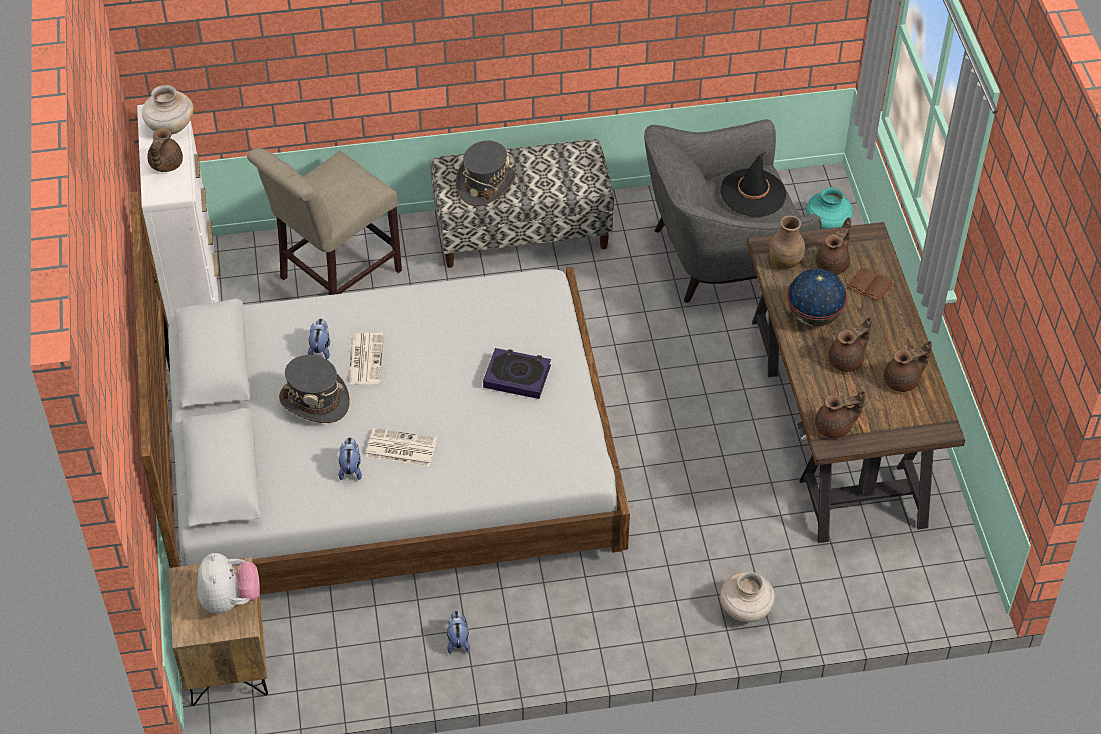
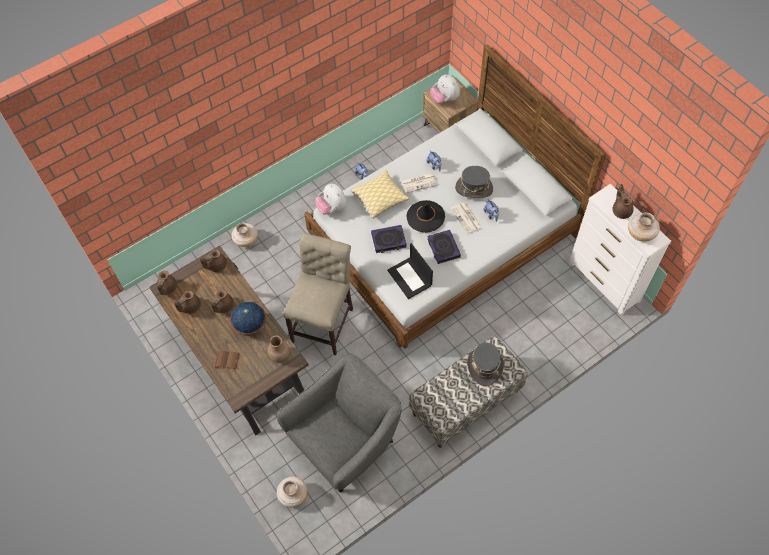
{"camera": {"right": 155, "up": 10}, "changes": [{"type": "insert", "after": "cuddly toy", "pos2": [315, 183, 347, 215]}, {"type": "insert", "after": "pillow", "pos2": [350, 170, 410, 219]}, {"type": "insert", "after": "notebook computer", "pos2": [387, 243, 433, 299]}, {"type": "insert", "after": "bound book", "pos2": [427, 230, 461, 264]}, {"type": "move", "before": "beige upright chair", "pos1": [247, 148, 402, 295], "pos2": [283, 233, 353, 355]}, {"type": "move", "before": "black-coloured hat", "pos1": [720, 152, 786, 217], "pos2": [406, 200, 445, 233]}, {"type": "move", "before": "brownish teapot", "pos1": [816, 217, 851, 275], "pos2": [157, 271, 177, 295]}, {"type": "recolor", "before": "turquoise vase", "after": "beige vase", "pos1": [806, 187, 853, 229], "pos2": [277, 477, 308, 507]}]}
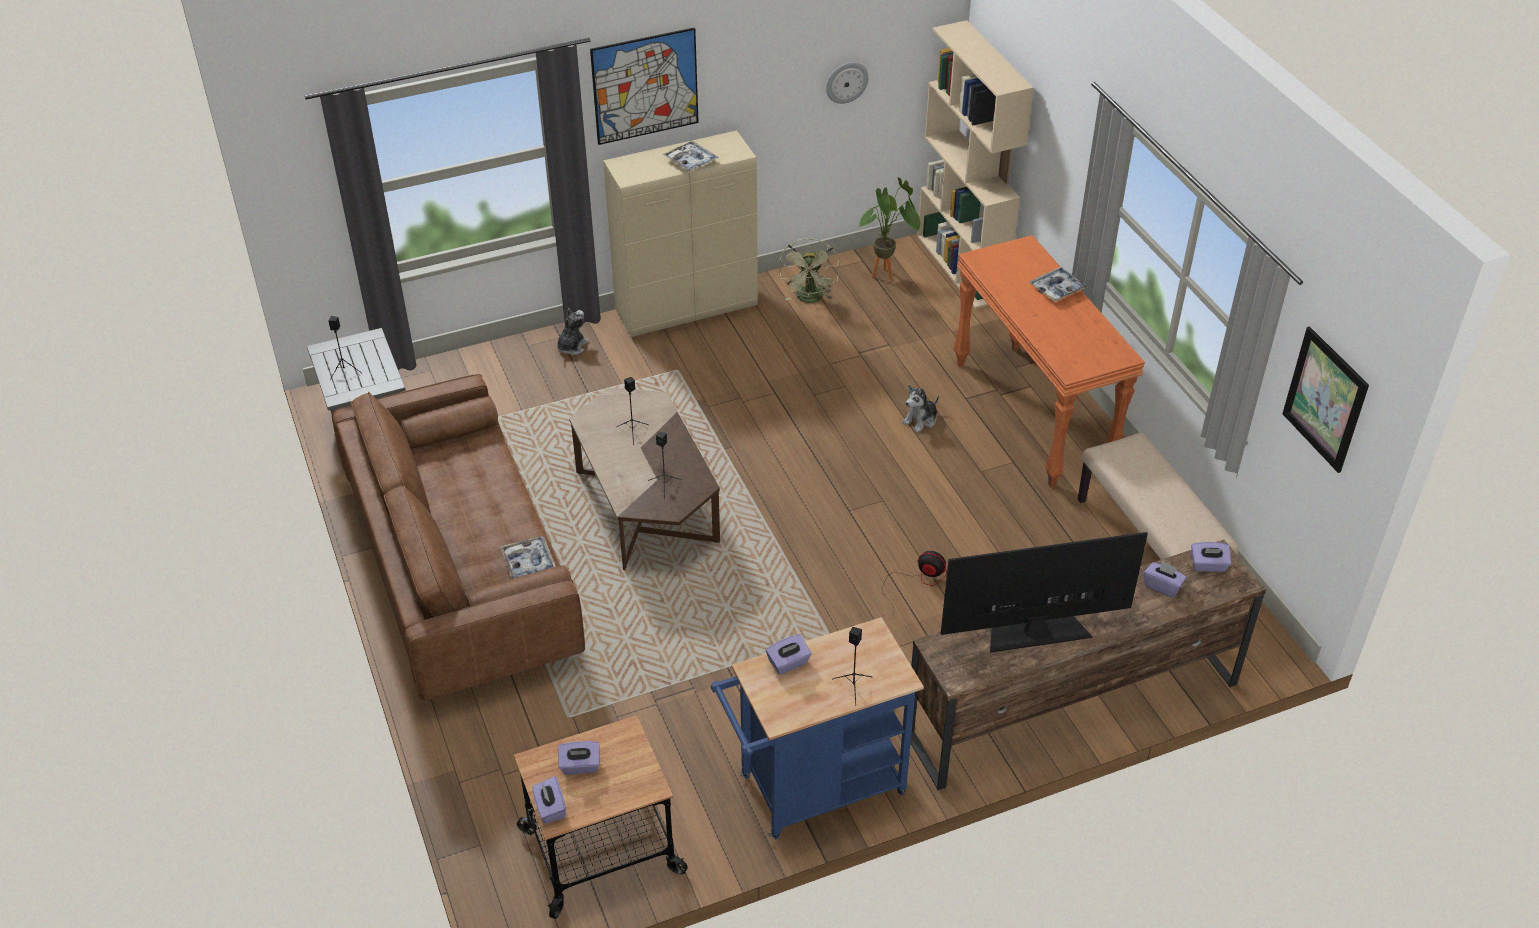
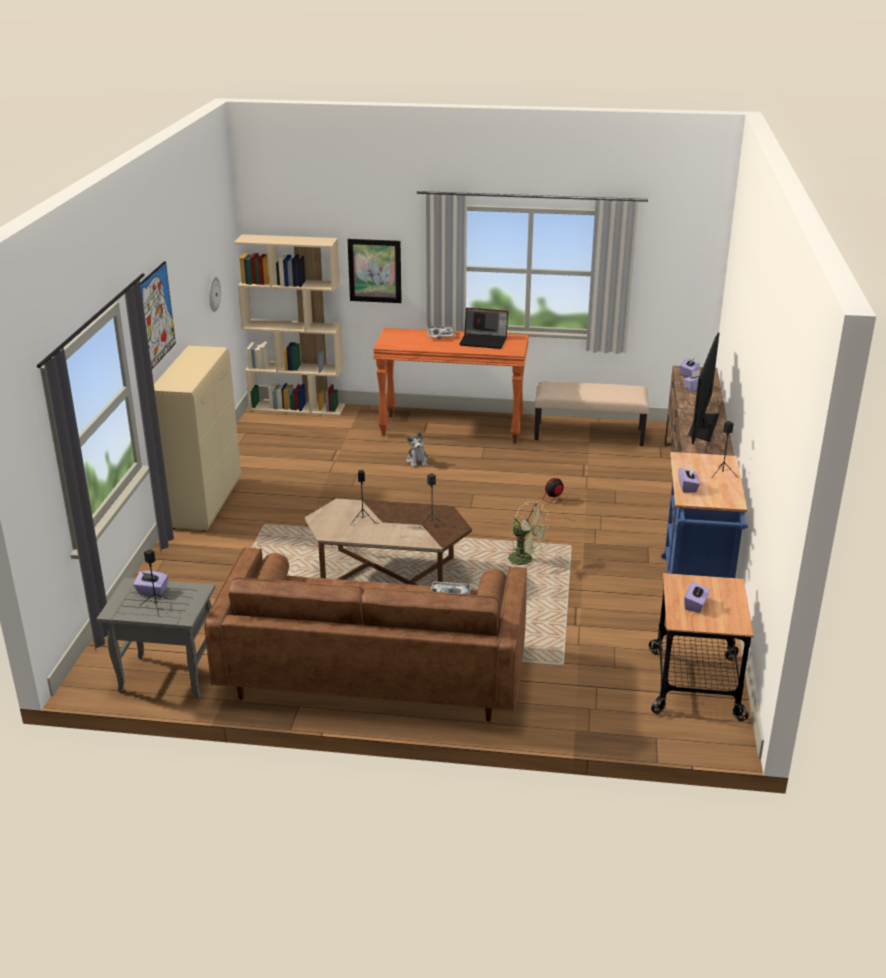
{"camera": {"right": -60, "up": -15}, "changes": [{"type": "delete", "before": "cuddly toy", "pos1": [557, 308, 589, 355]}, {"type": "delete", "before": "carrying tray", "pos1": [663, 141, 719, 172]}, {"type": "delete", "before": "houseplant", "pos1": [858, 177, 920, 281]}, {"type": "insert", "after": "notebook computer", "pos2": [459, 308, 508, 349]}, {"type": "move", "before": "purple-coloured tissue box", "pos1": [532, 776, 566, 823], "pos2": [133, 571, 168, 596]}, {"type": "move", "before": "green-coloured cooling fan", "pos1": [779, 238, 840, 303], "pos2": [508, 501, 551, 565]}, {"type": "move", "before": "picture", "pos1": [1282, 326, 1369, 473], "pos2": [348, 239, 402, 303]}]}
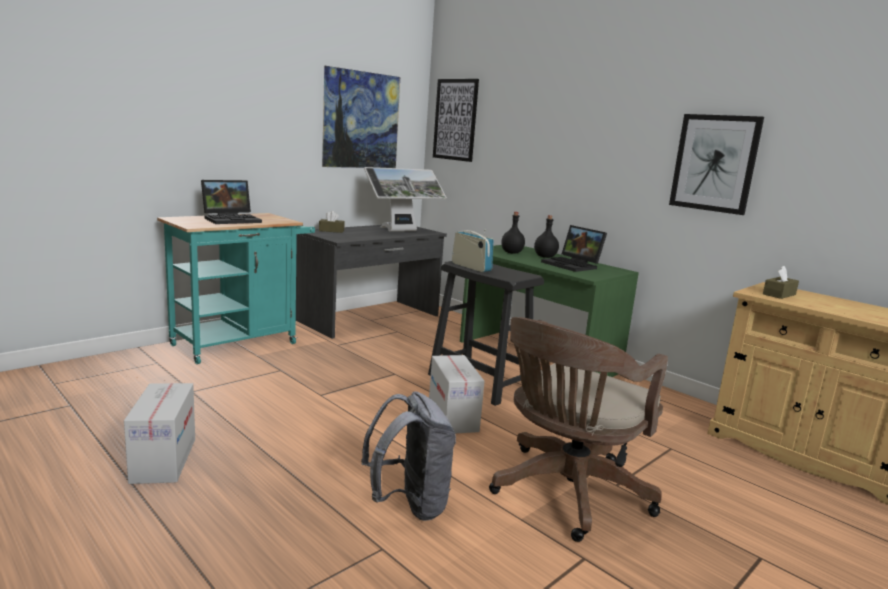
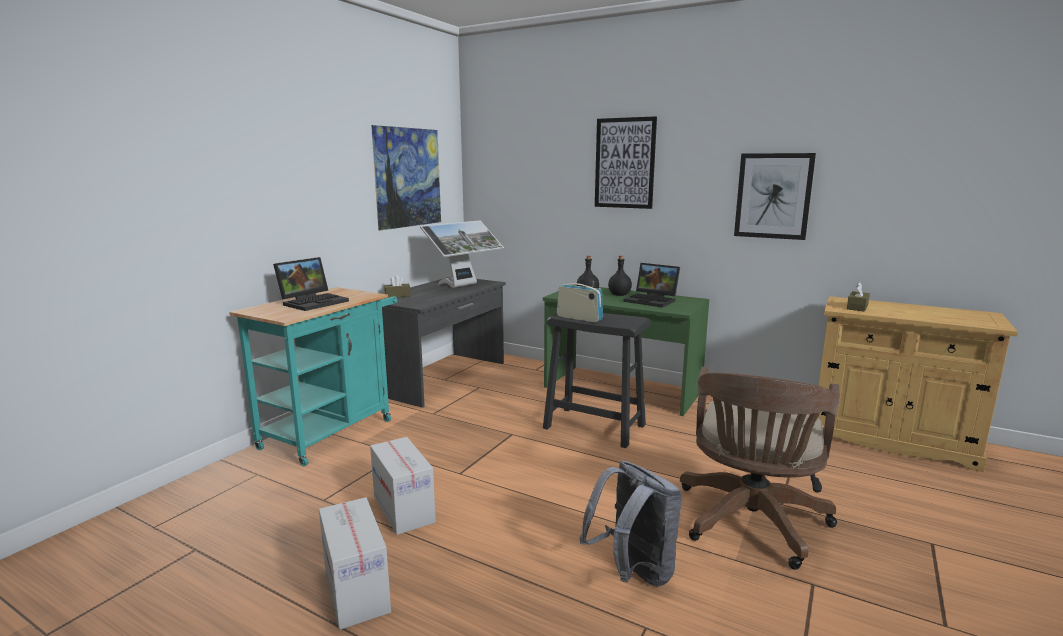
{"camera": {"right": -15, "up": 0}, "changes": [{"type": "move", "before": "carton", "pos1": [429, 355, 485, 433], "pos2": [370, 437, 436, 535]}, {"type": "move", "before": "picture", "pos1": [433, 79, 479, 162], "pos2": [595, 116, 657, 209]}]}
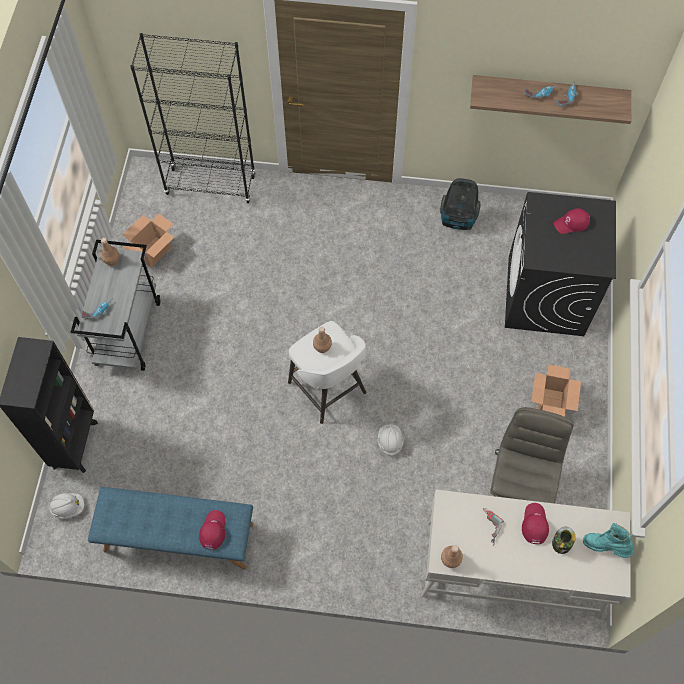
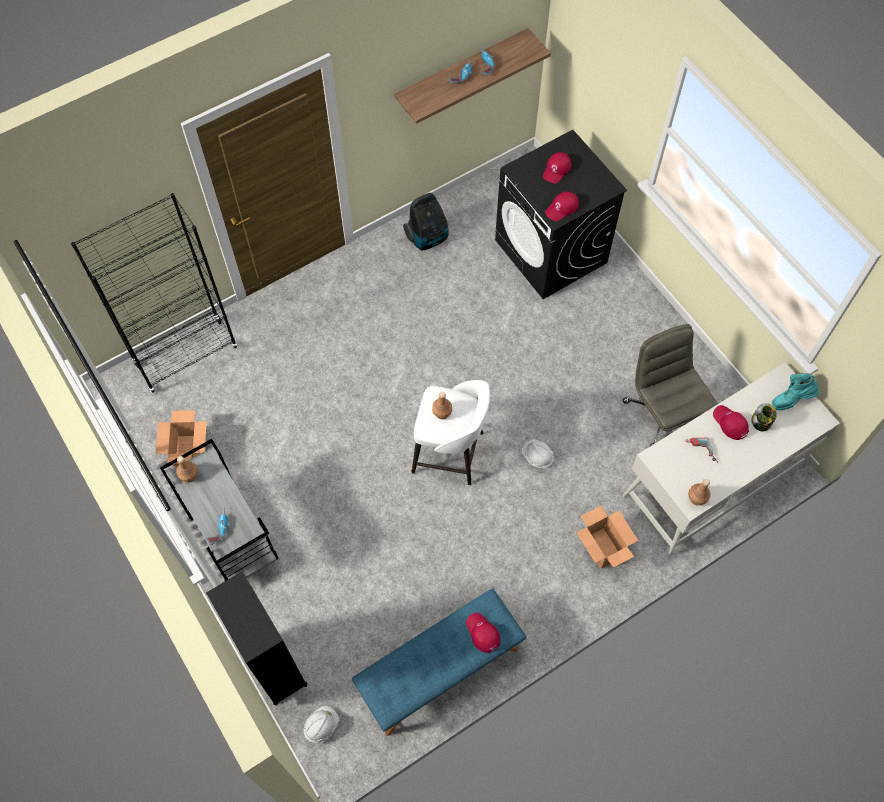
{"camera": {"right": -40, "up": 0}, "changes": [{"type": "insert", "after": "red peaked cap", "pos2": [545, 191, 579, 221]}, {"type": "move", "before": "carton", "pos1": [531, 364, 581, 417], "pos2": [576, 506, 638, 569]}]}
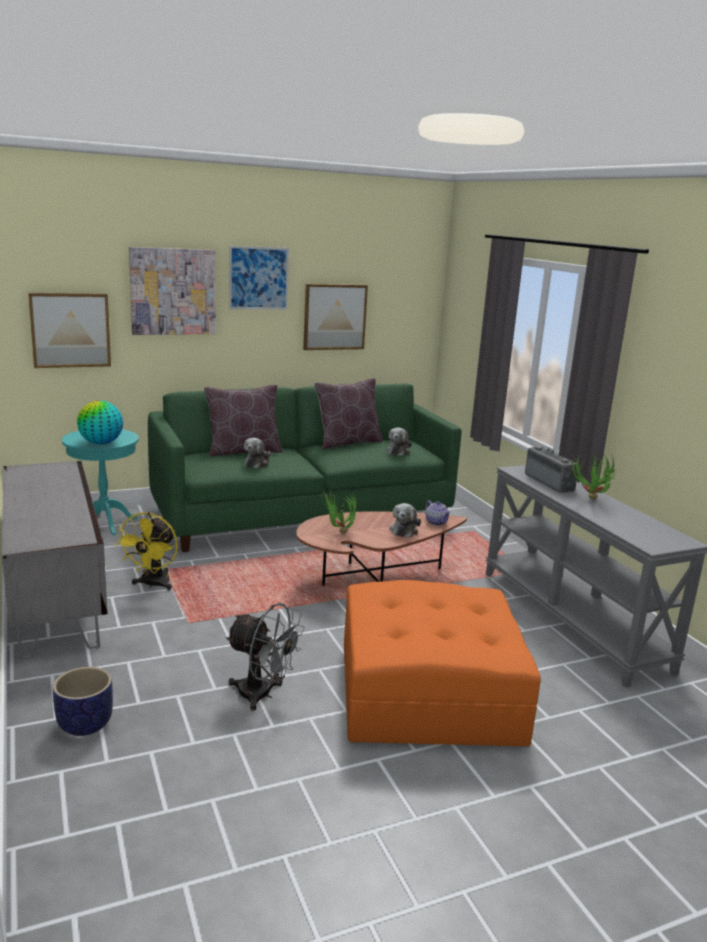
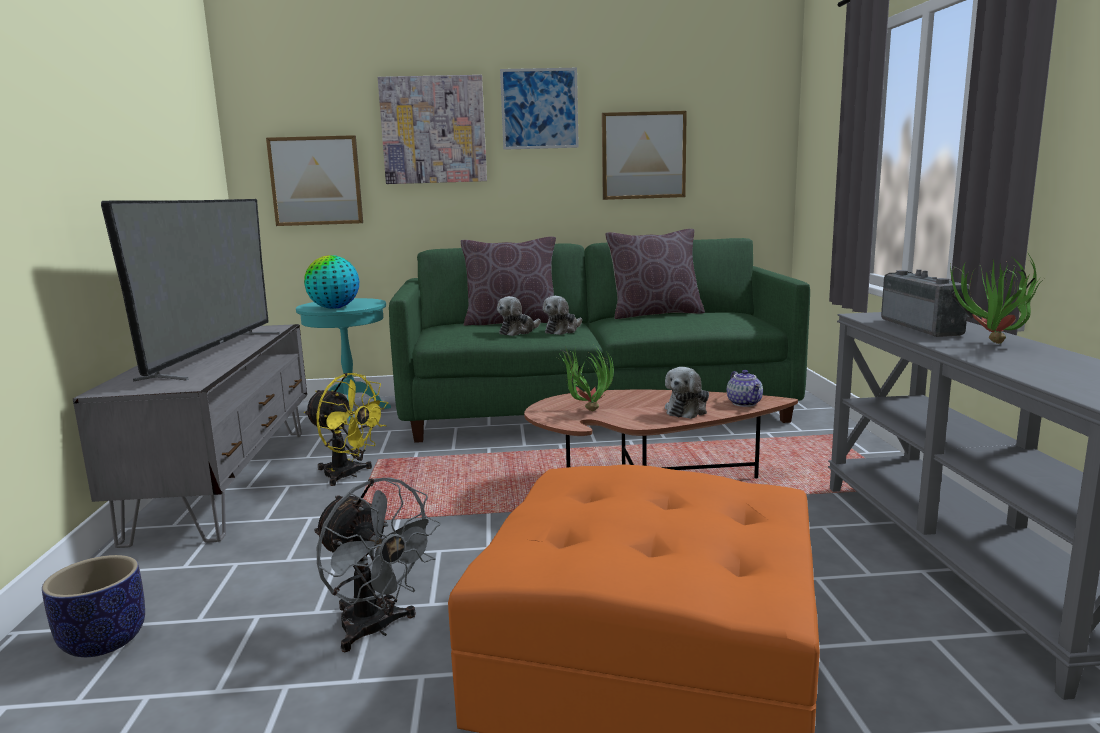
{"camera": {"right": 20, "up": -5}, "changes": [{"type": "insert", "after": "TV set", "pos2": [101, 199, 280, 381]}, {"type": "move", "before": "cuddly toy", "pos1": [386, 428, 412, 456], "pos2": [543, 296, 582, 335]}, {"type": "rotate", "before": "yellowish cooling fan", "pos1": [115, 512, 178, 590], "pos2": [304, 373, 389, 486], "turn": -90}]}
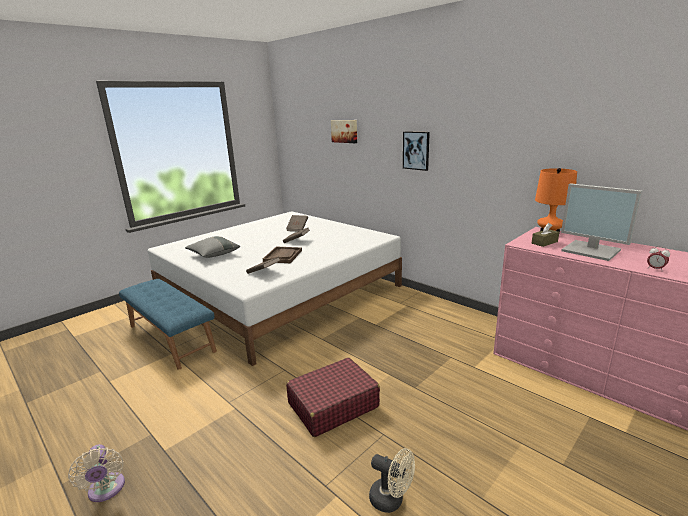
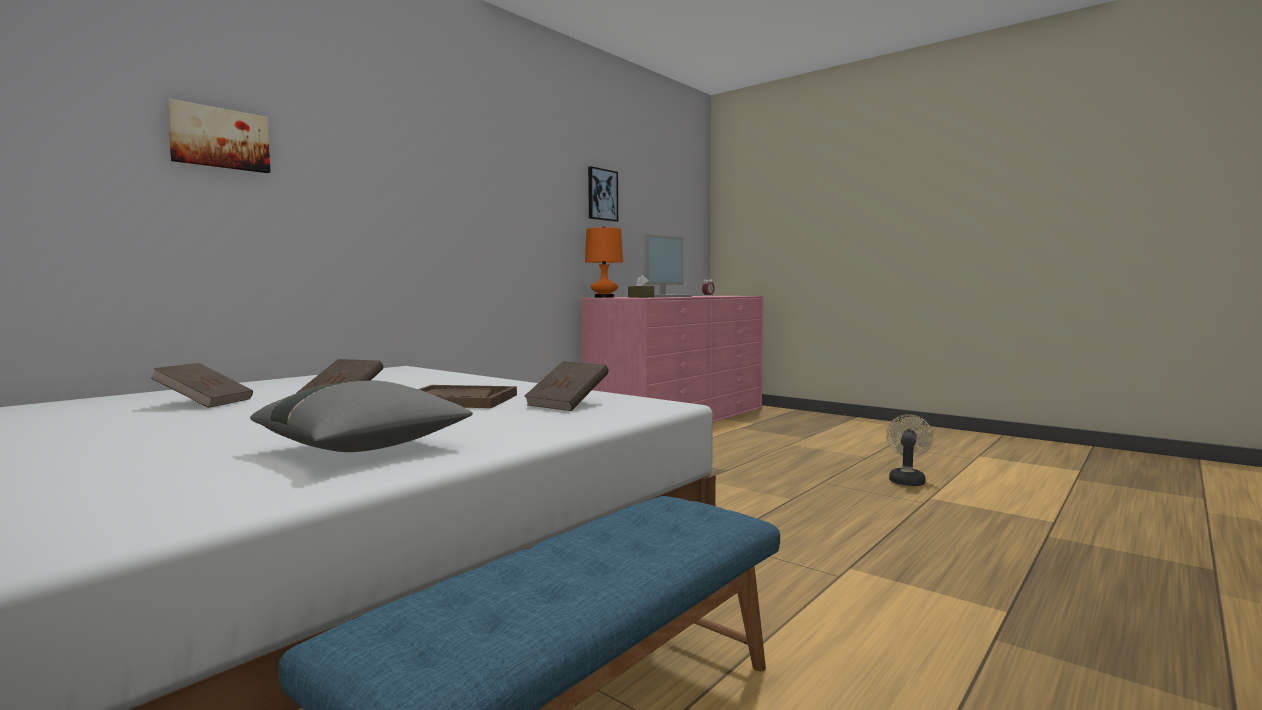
{"camera": {"right": -95, "up": -15}, "changes": [{"type": "delete", "before": "beige cooling fan", "pos1": [68, 444, 125, 502]}, {"type": "delete", "before": "red suitcase", "pos1": [286, 357, 380, 437]}, {"type": "move", "before": "picture", "pos1": [403, 131, 430, 171], "pos2": [588, 166, 618, 222]}]}
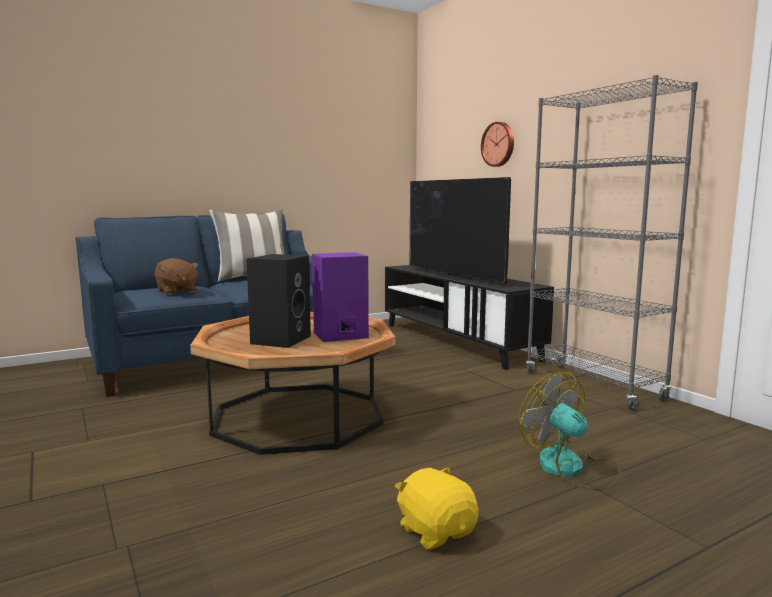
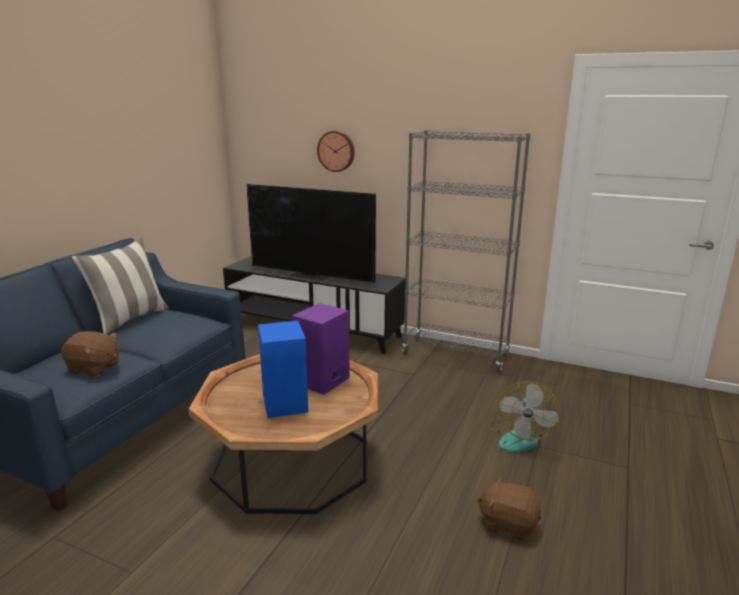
{"camera": {"right": -35, "up": 10}, "changes": [{"type": "recolor", "before": "black-coloured audio speaker", "after": "blue audio speaker", "pos1": [247, 254, 311, 348], "pos2": [258, 321, 308, 418]}, {"type": "recolor", "before": "yellowish cuddly toy", "after": "brownish cuddly toy", "pos1": [395, 467, 479, 549], "pos2": [477, 477, 541, 540]}, {"type": "rotate", "before": "cooling fan", "pos1": [518, 372, 621, 490], "pos2": [487, 381, 561, 452], "turn": -90}]}
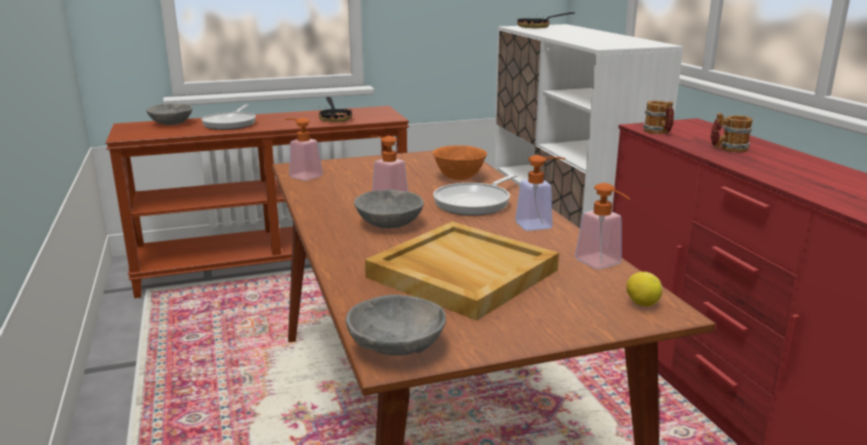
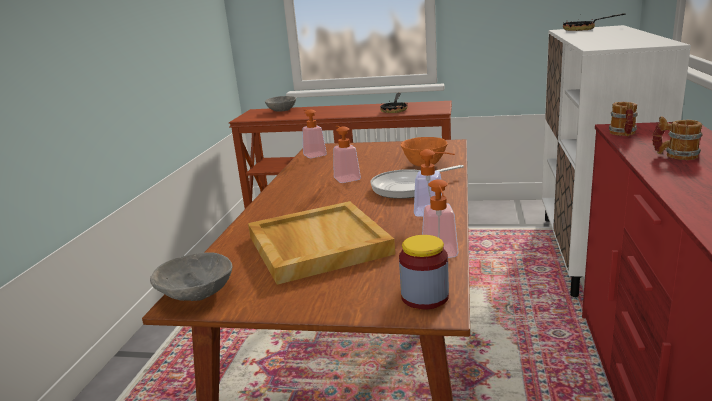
{"camera": {"right": 30, "up": 0}, "changes": [{"type": "delete", "before": "pan", "pos1": [201, 105, 256, 130]}, {"type": "delete", "before": "greyish deep dish", "pos1": [354, 190, 424, 229]}, {"type": "replace", "before": "whole lemon", "after": "storage jar", "pos1": [626, 272, 663, 306], "pos2": [399, 235, 449, 310]}]}
